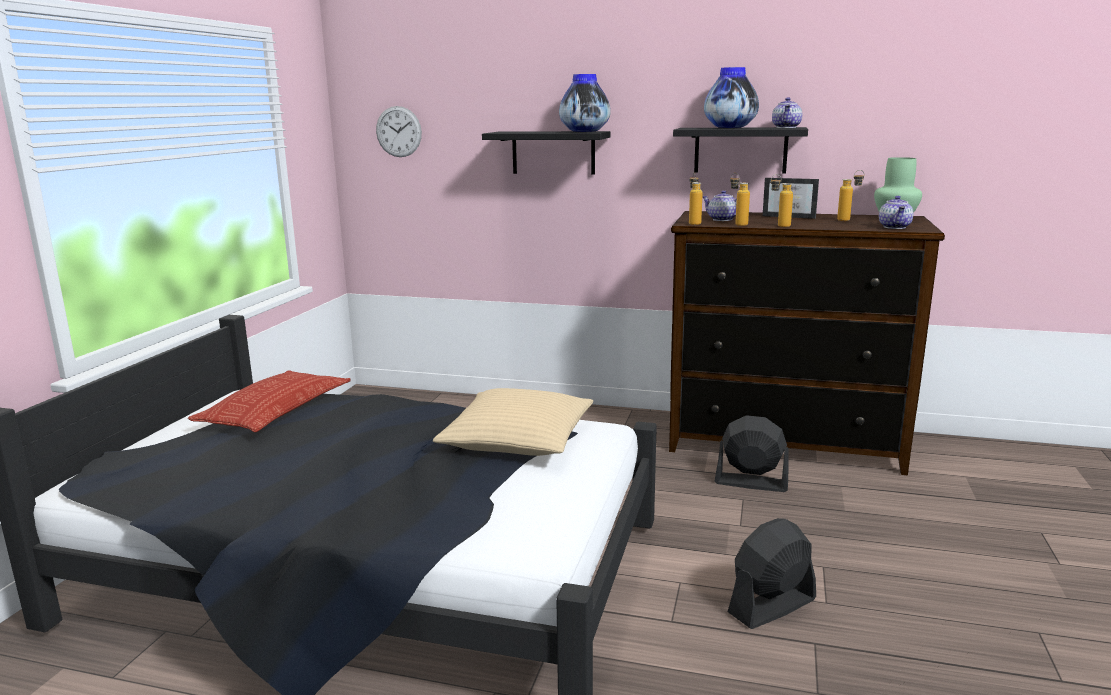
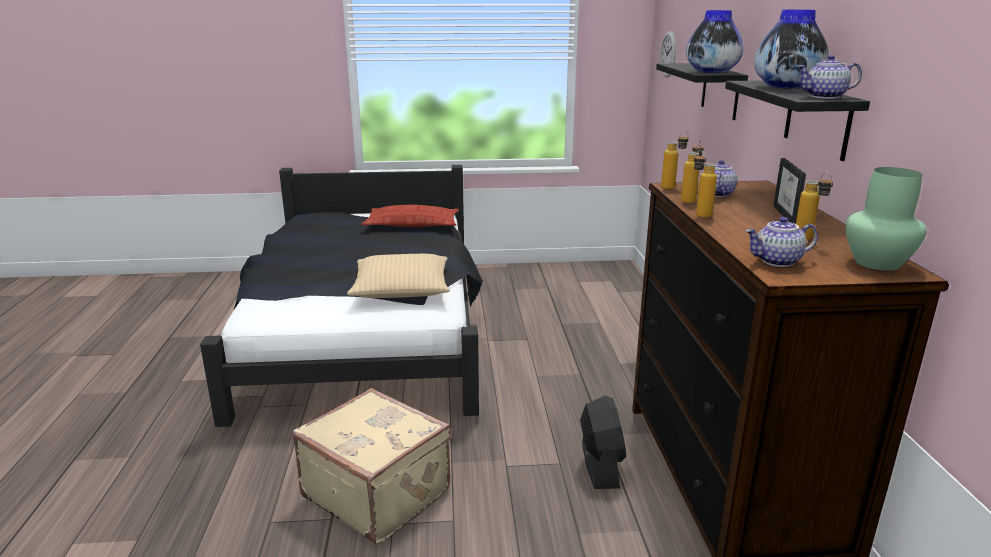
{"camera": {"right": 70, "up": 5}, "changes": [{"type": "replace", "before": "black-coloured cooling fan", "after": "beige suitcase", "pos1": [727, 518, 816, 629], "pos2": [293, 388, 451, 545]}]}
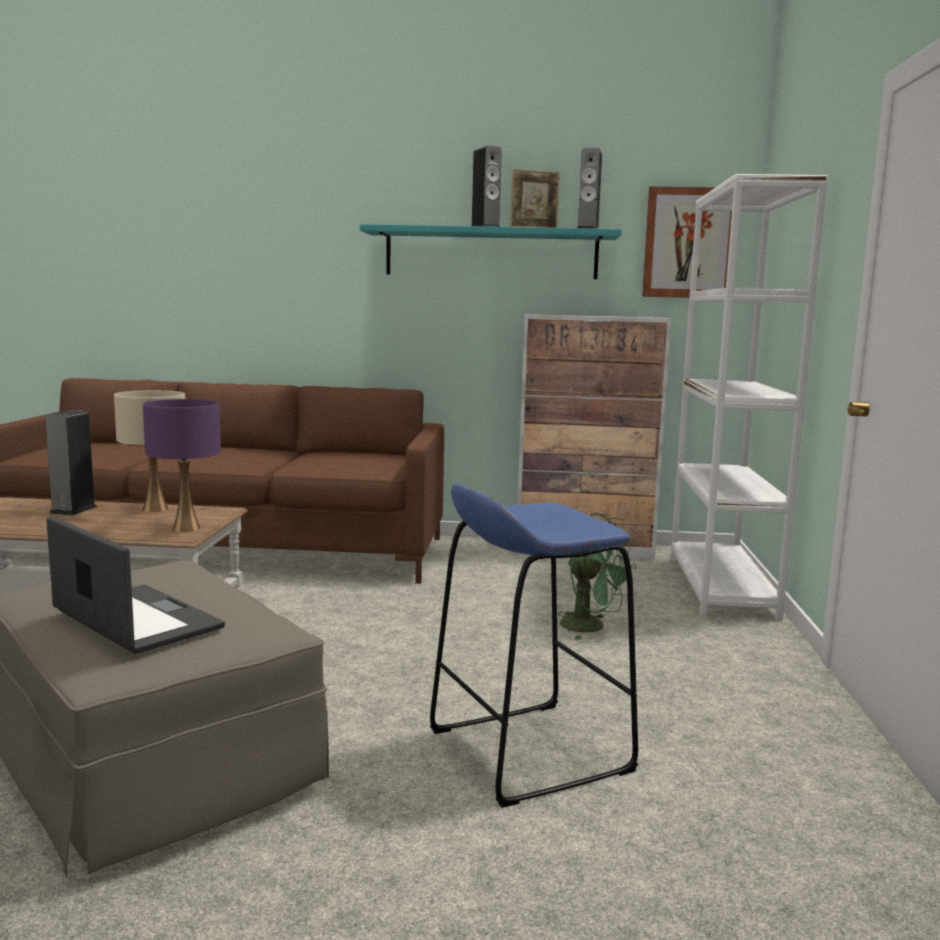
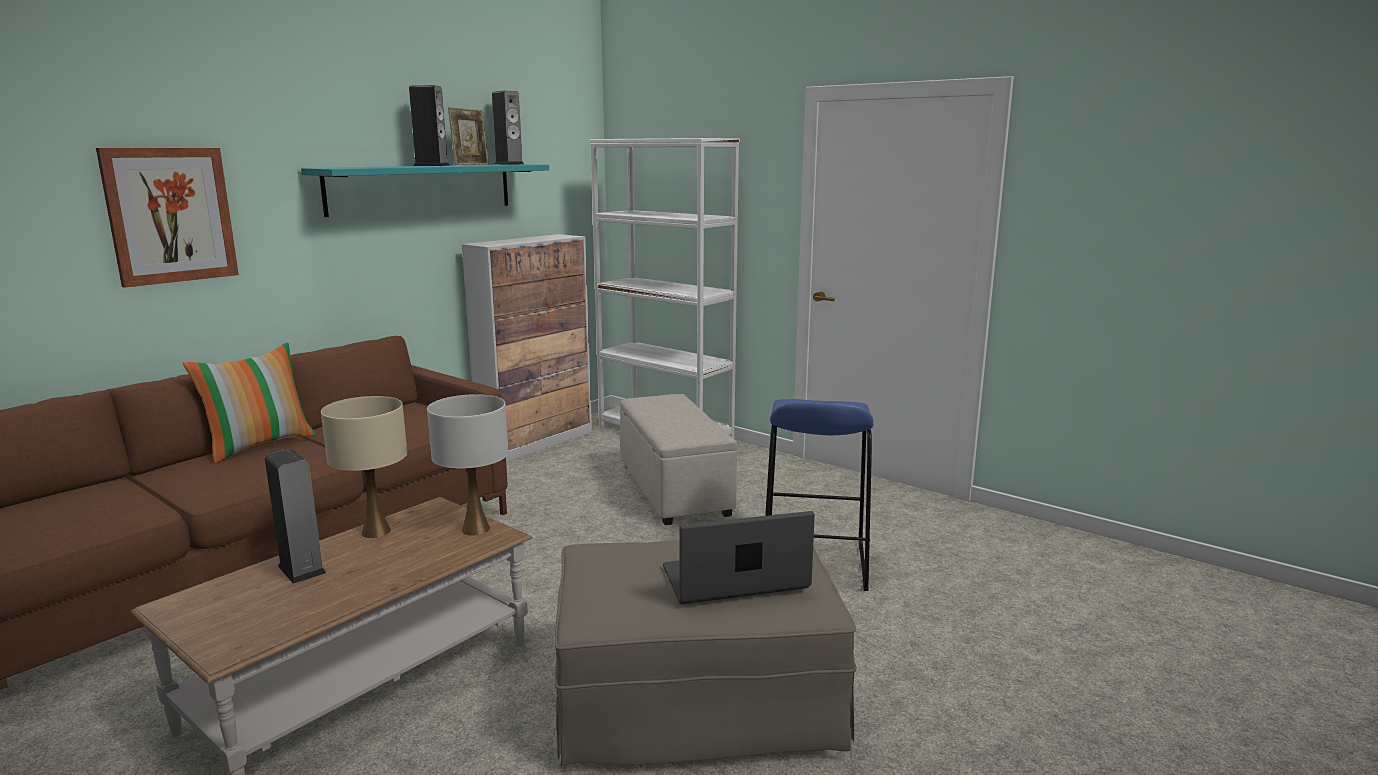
{"camera": {"right": -55, "up": 5}, "changes": [{"type": "insert", "after": "pillow", "pos2": [183, 342, 316, 464]}, {"type": "move", "before": "picture", "pos1": [642, 187, 732, 298], "pos2": [96, 148, 239, 288]}, {"type": "replace", "before": "green-coloured cooling fan", "after": "beige footrest", "pos1": [557, 513, 636, 640], "pos2": [620, 394, 737, 525]}, {"type": "recolor", "before": "purple-coloured table lamp", "after": "white-coloured table lamp", "pos1": [143, 399, 221, 532], "pos2": [427, 394, 509, 536]}]}
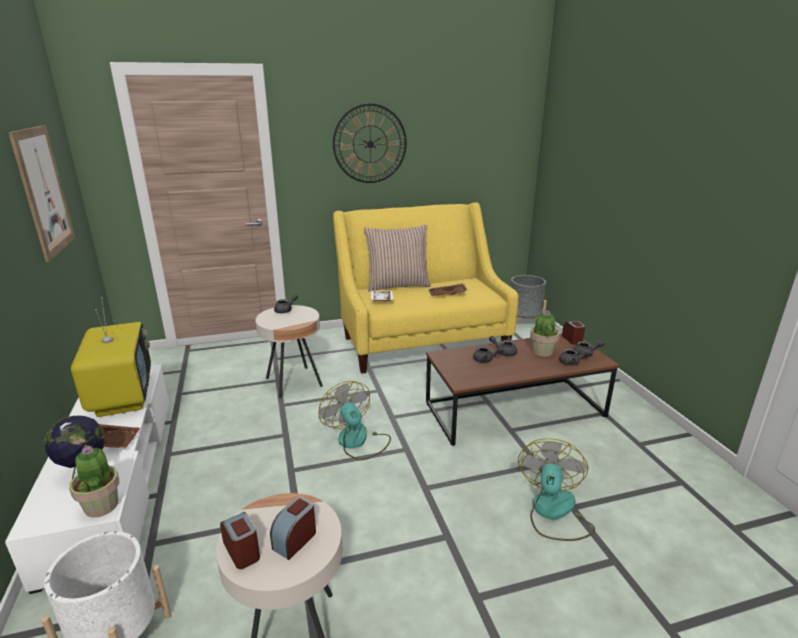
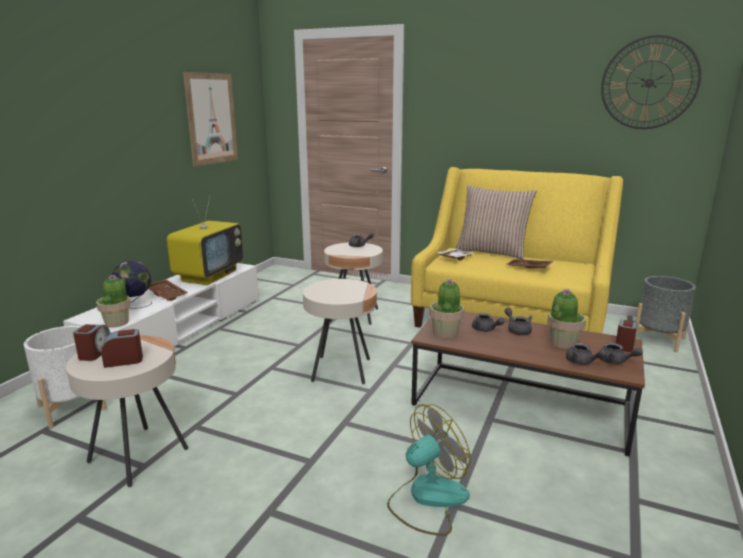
{"camera": {"right": 40, "up": -5}, "changes": [{"type": "insert", "after": "houseplant", "pos2": [429, 280, 464, 338]}, {"type": "move", "before": "hanging clock", "pos1": [333, 103, 407, 183], "pos2": [601, 34, 701, 129]}, {"type": "replace", "before": "cooling fan", "after": "beige side table", "pos1": [319, 381, 391, 460], "pos2": [303, 279, 377, 384]}]}
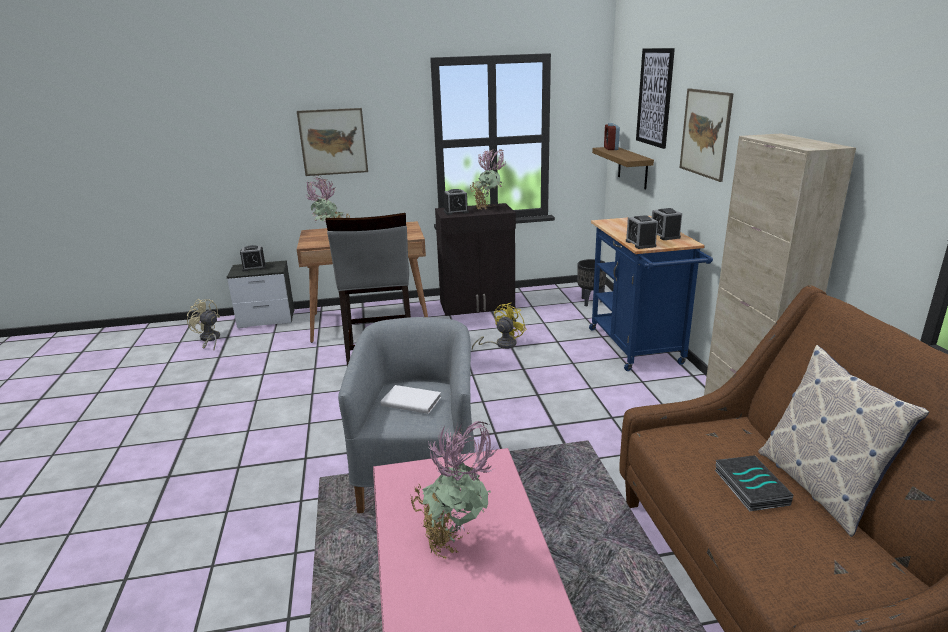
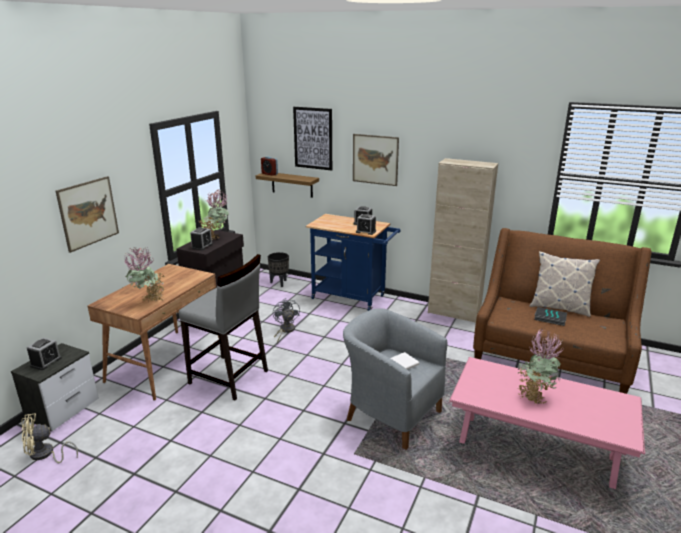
{"camera": {"right": -55, "up": 0}, "changes": [{"type": "recolor", "before": "yellowish cooling fan", "after": "greyish cooling fan", "pos1": [472, 303, 527, 351], "pos2": [273, 298, 300, 343]}]}
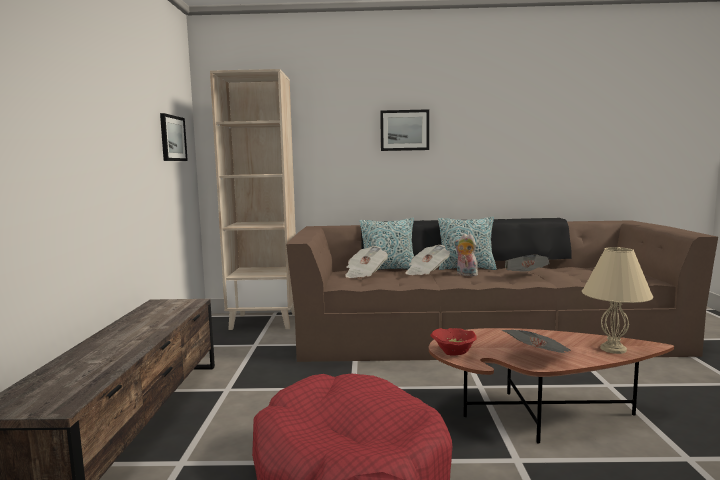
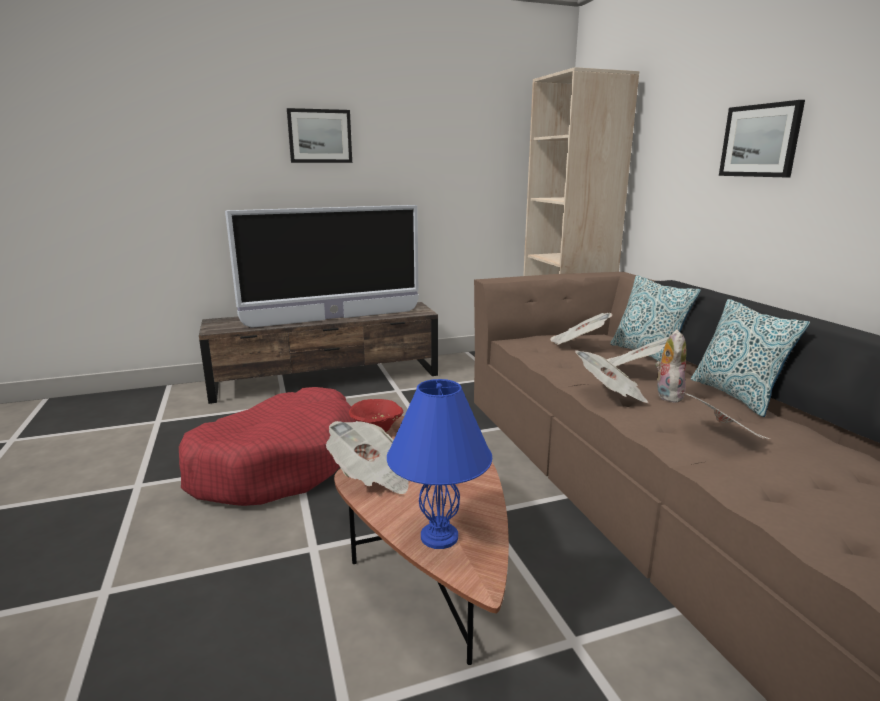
{"camera": {"right": 70, "up": 10}, "changes": [{"type": "insert", "after": "TV set", "pos2": [225, 205, 419, 328]}, {"type": "insert", "after": "daily paper", "pos2": [575, 350, 649, 403]}, {"type": "move", "before": "picture", "pos1": [160, 113, 188, 161], "pos2": [287, 108, 352, 163]}, {"type": "recolor", "before": "beige table lamp", "after": "blue table lamp", "pos1": [582, 247, 653, 354], "pos2": [387, 379, 492, 549]}]}
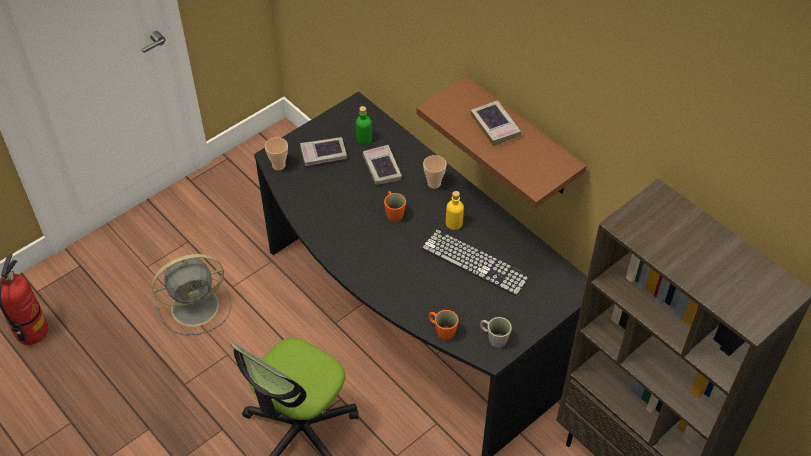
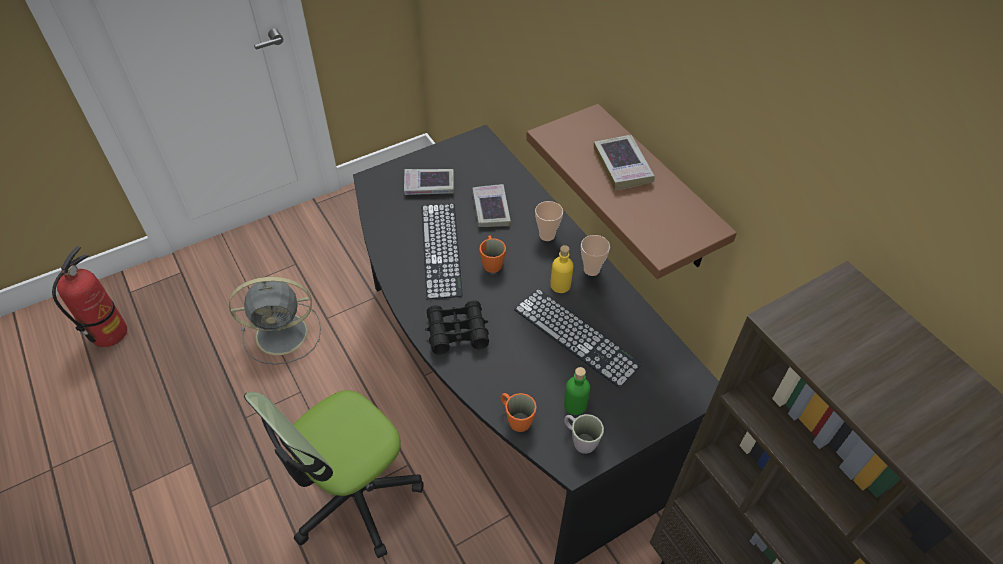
{"camera": {"right": 10, "up": 0}, "changes": [{"type": "insert", "after": "computer keyboard", "pos2": [422, 204, 463, 300]}, {"type": "insert", "after": "black-coloured binoculars", "pos2": [425, 300, 489, 354]}, {"type": "move", "before": "drinking cup", "pos1": [265, 137, 288, 170], "pos2": [581, 235, 610, 276]}, {"type": "move", "before": "green-coloured bottle", "pos1": [356, 106, 372, 145], "pos2": [564, 367, 590, 415]}]}
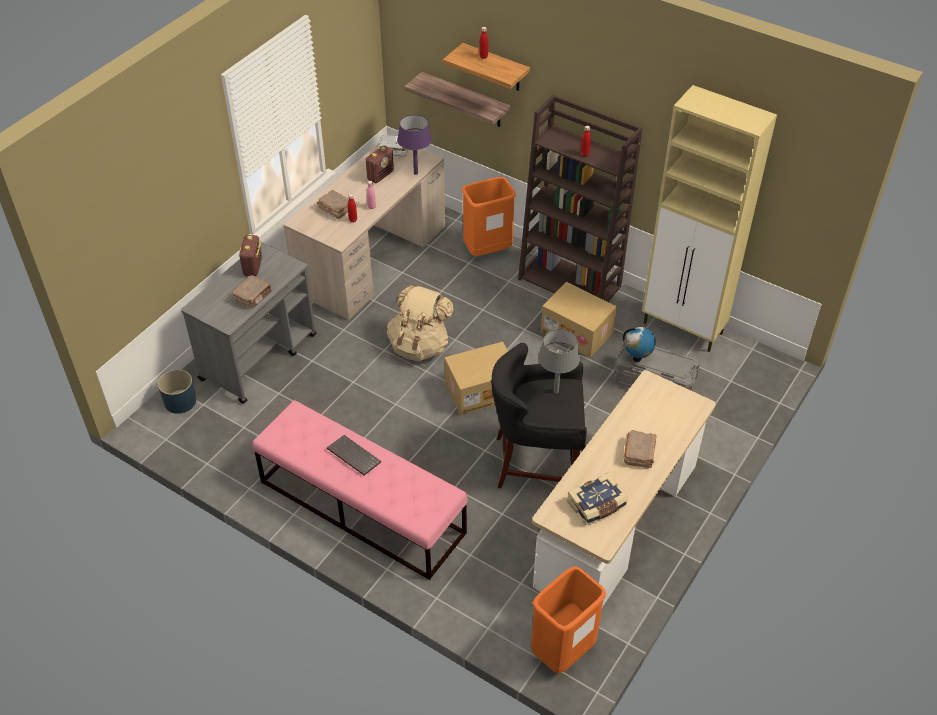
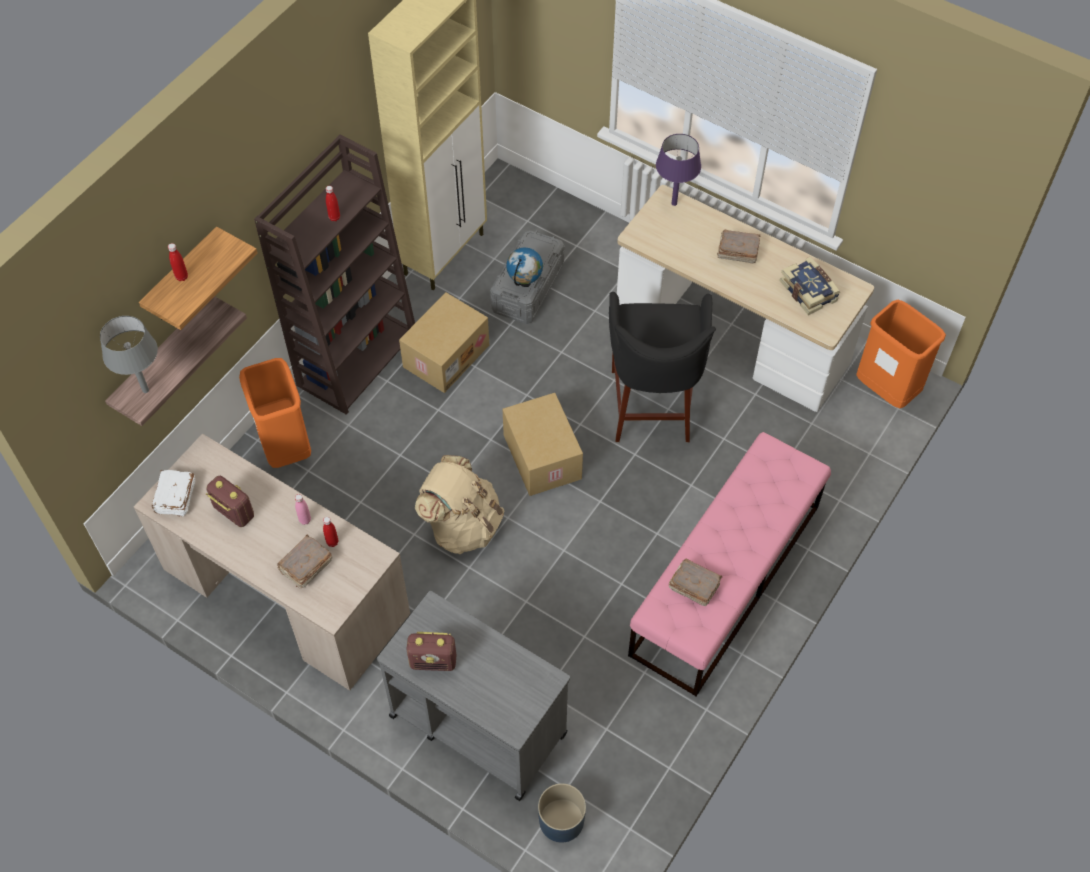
{"camera": {"right": -90, "up": 10}, "changes": [{"type": "delete", "before": "computer keyboard", "pos1": [327, 435, 381, 475]}, {"type": "move", "before": "brownish bound book", "pos1": [232, 275, 272, 309], "pos2": [669, 559, 722, 606]}, {"type": "move", "before": "purple-coloured table lamp", "pos1": [397, 114, 432, 175], "pos2": [656, 134, 701, 206]}, {"type": "move", "before": "greyish table lamp", "pos1": [538, 329, 580, 393], "pos2": [100, 316, 158, 393]}]}
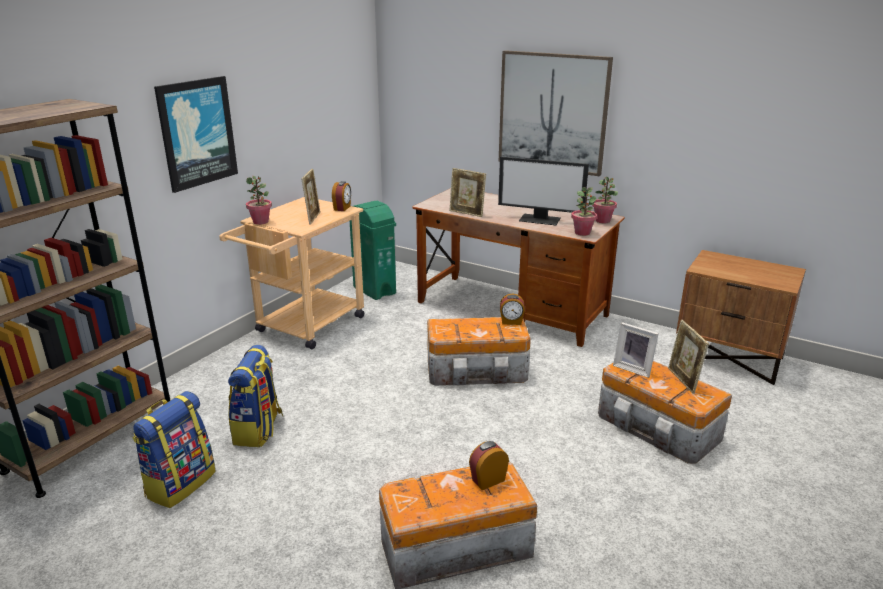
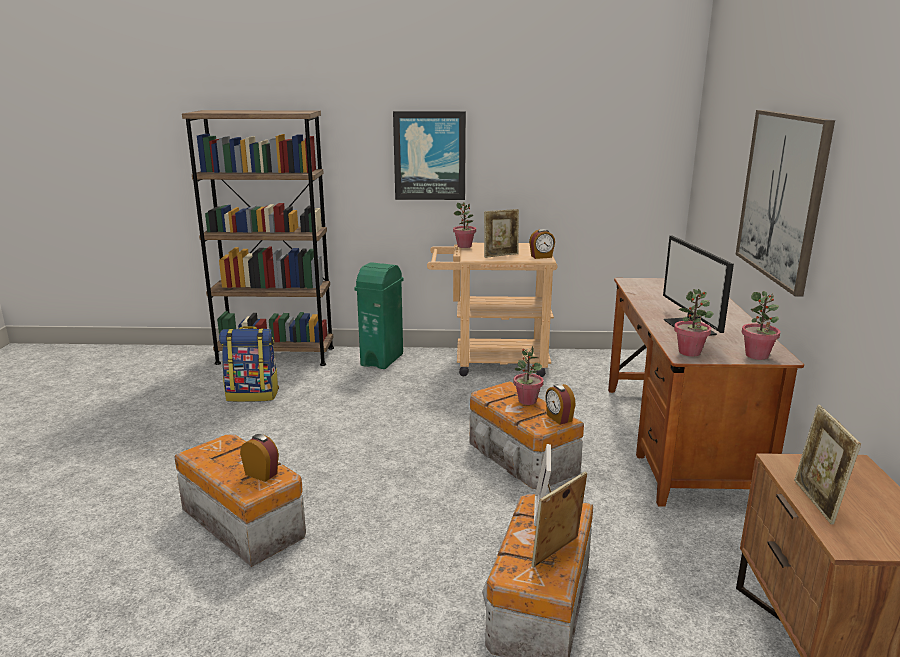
{"camera": {"right": 60, "up": -5}, "changes": [{"type": "delete", "before": "backpack", "pos1": [228, 345, 283, 447]}, {"type": "insert", "after": "houseplant", "pos2": [513, 346, 544, 405]}, {"type": "move", "before": "green-coloured rubbish bin", "pos1": [350, 201, 396, 300], "pos2": [354, 262, 404, 369]}, {"type": "move", "before": "standing frame", "pos1": [450, 168, 486, 217], "pos2": [794, 405, 861, 525]}]}
